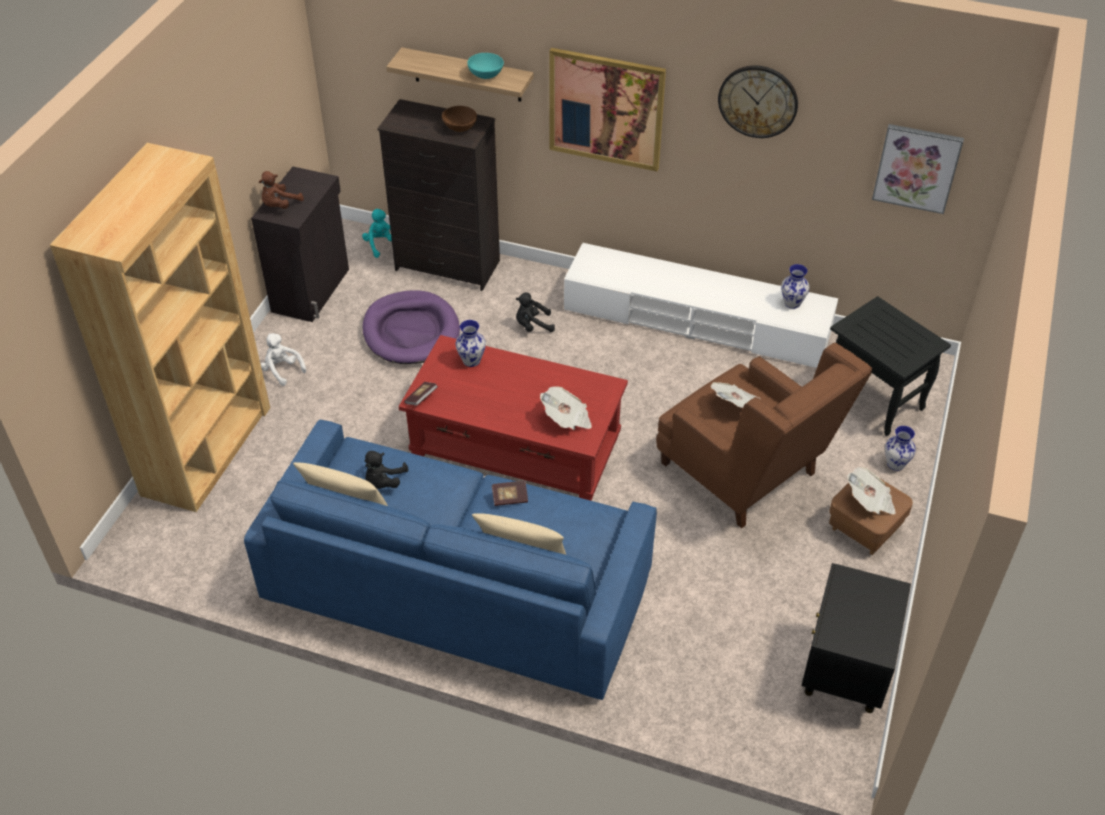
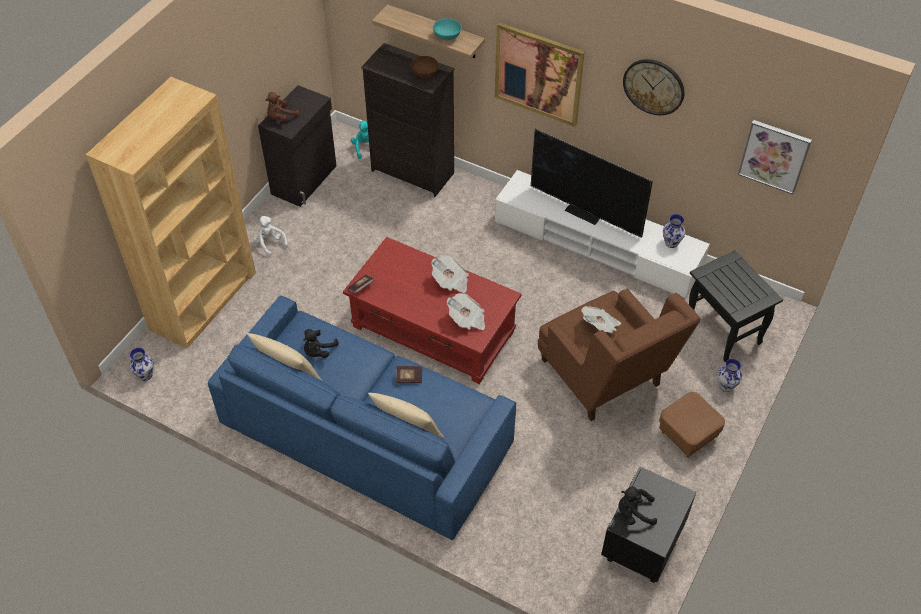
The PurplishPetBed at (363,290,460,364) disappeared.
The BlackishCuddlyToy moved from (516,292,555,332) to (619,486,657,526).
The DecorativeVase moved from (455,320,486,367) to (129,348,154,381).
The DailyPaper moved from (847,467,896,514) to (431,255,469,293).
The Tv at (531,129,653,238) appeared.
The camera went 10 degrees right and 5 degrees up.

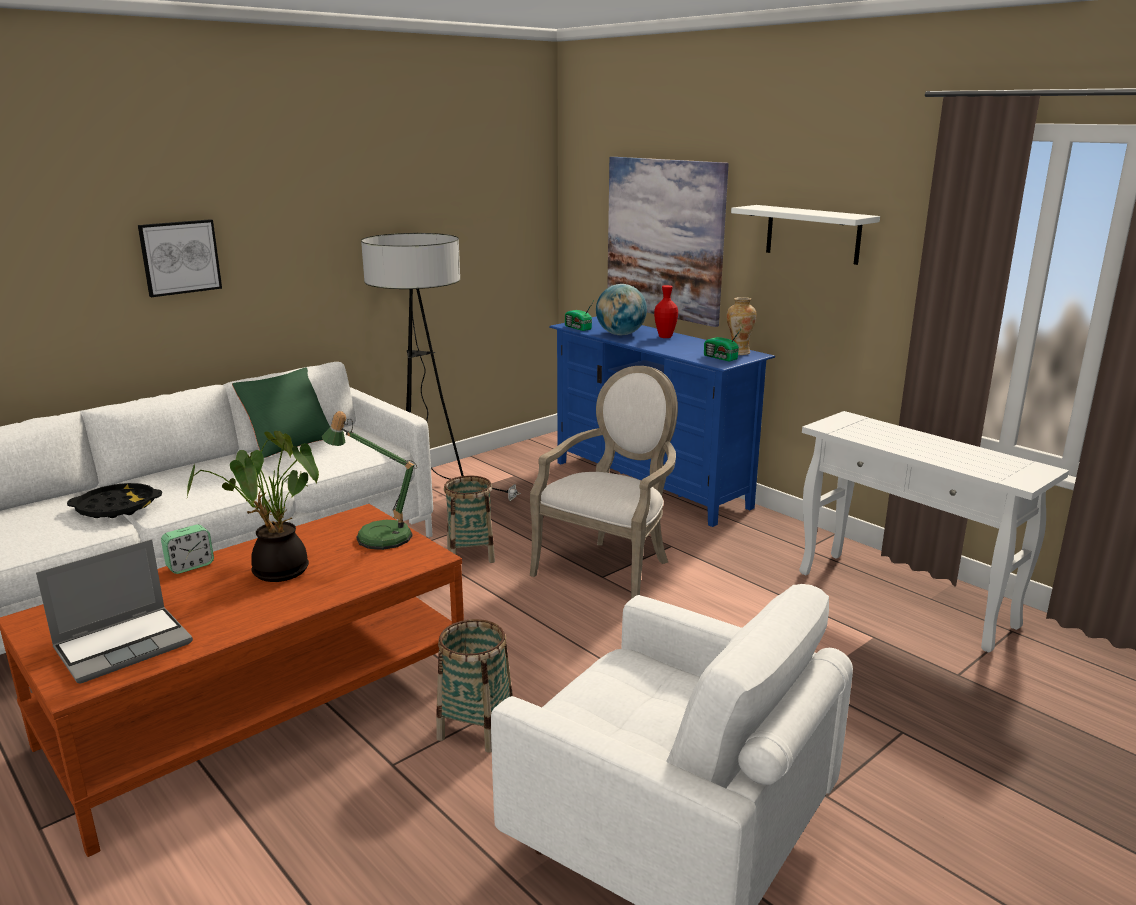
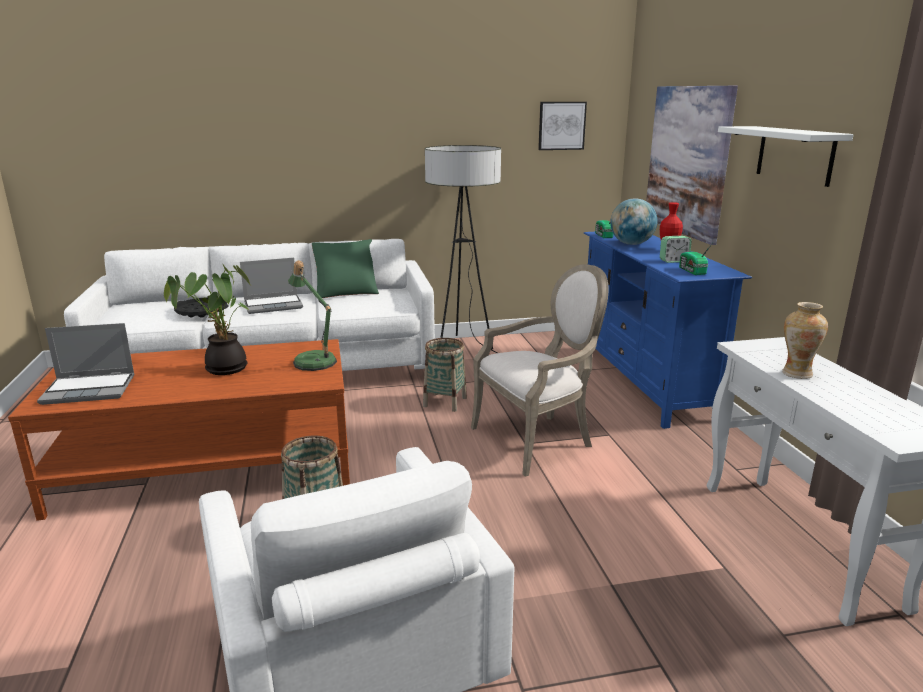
The Picture moved from (138,219,222,297) to (538,102,587,150).
The DecorativeVase moved from (727,297,757,355) to (782,302,828,379).
The BedsideClock moved from (161,524,214,574) to (660,236,692,263).
The PortableComputer at (240,258,303,314) appeared.
The camera went 30 degrees right and 0 degrees up.

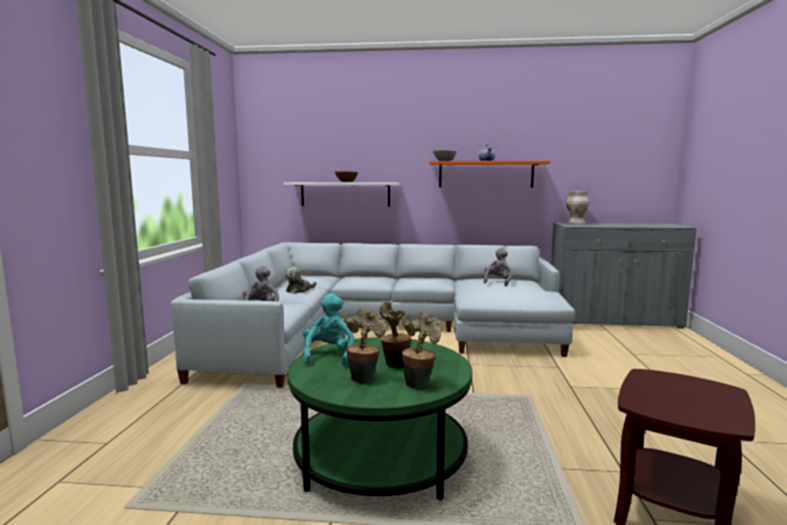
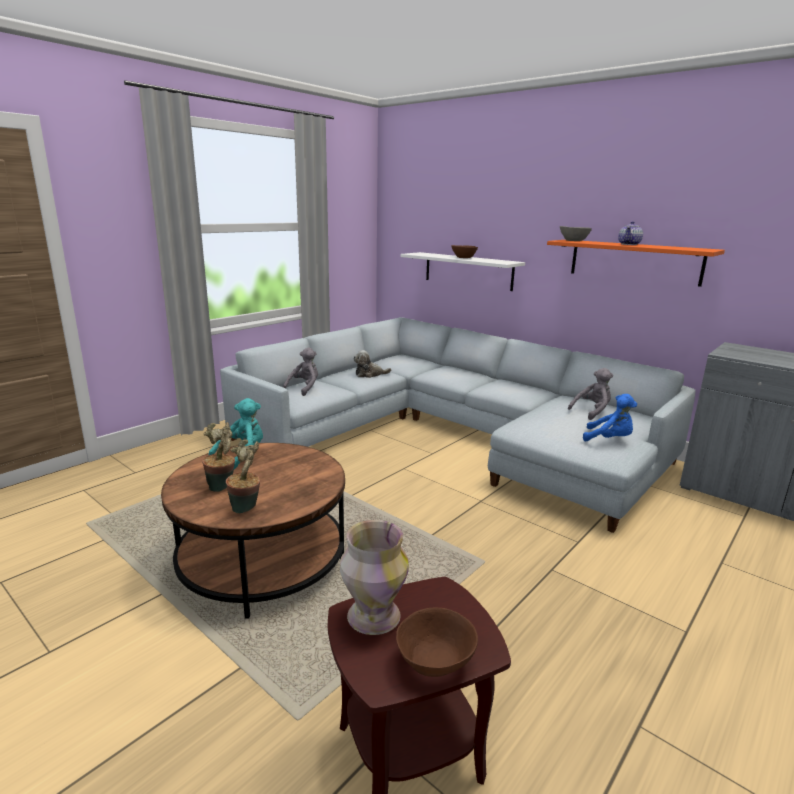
The DecorativeVase moved from (566,191,590,224) to (340,520,409,635).
The Houseplant at (379,302,411,369) disappeared.
The GreenColouredLoungeTable at (288,337,472,501) became the BrownishLoungeTable at (161,443,345,619).
The BlueColouredCuddlyToy at (583,394,637,441) appeared.
The BrownishServingBowl at (396,608,478,677) appeared.
The camera went 35 degrees right and 10 degrees up.

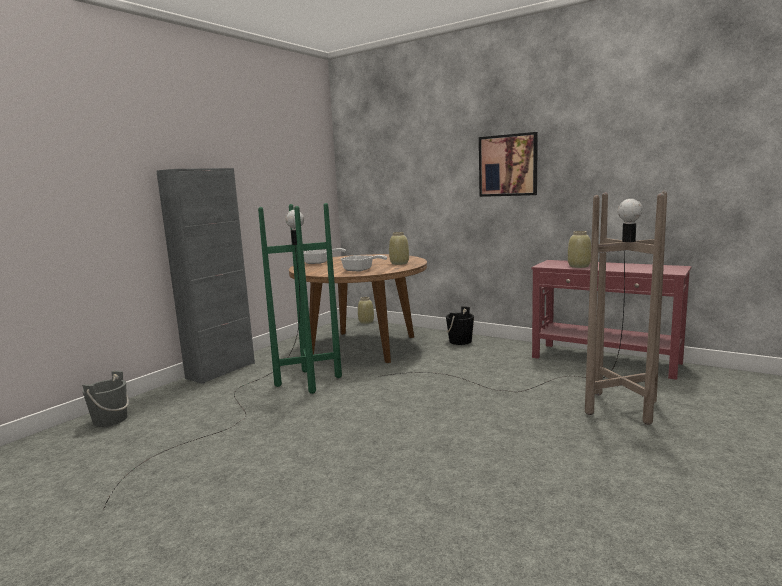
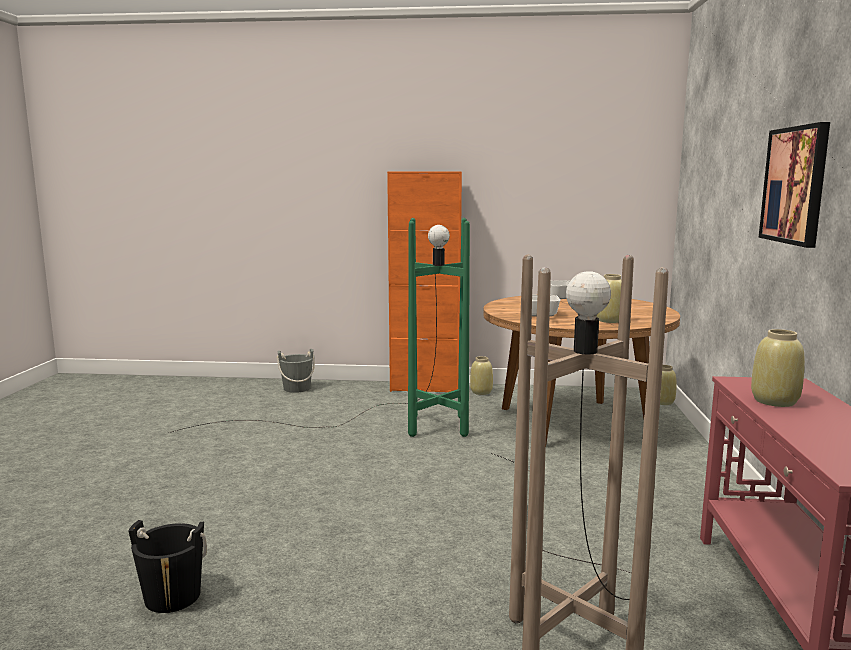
The GrayCupboard at (156,168,255,384) became the OrangeCupboard at (387,171,462,392).
The BlackishBucket moved from (446,306,474,345) to (128,520,207,613).
The BeigeDecorativeVase at (470,356,493,395) appeared.
The camera went 60 degrees right and 0 degrees up.

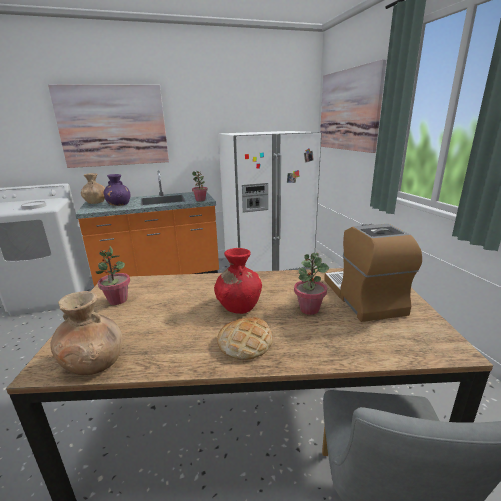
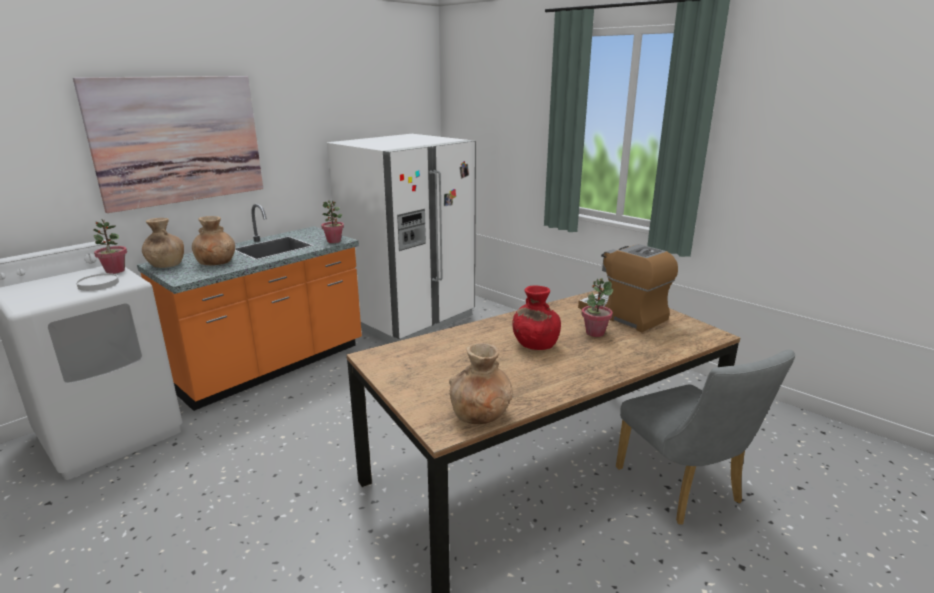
The Picture at (320,59,387,153) disappeared.
The PurplishDecorativeVase at (104,174,130,206) became the BrownishDecorativeVase at (192,216,235,265).
The Houseplant moved from (96,246,130,305) to (93,220,127,274).
The Bread at (217,317,273,360) disappeared.
The camera went 30 degrees left and 0 degrees up.

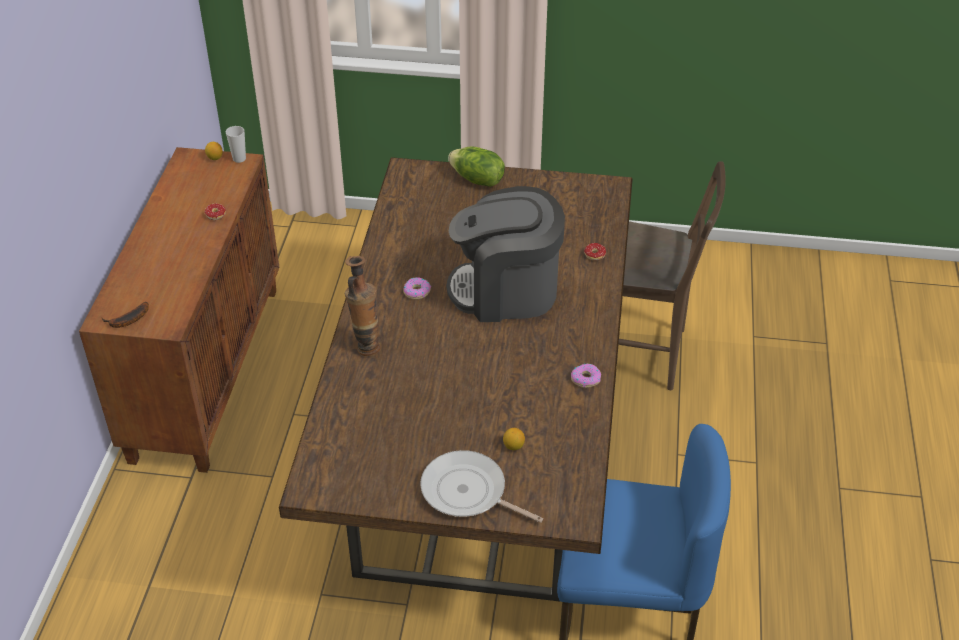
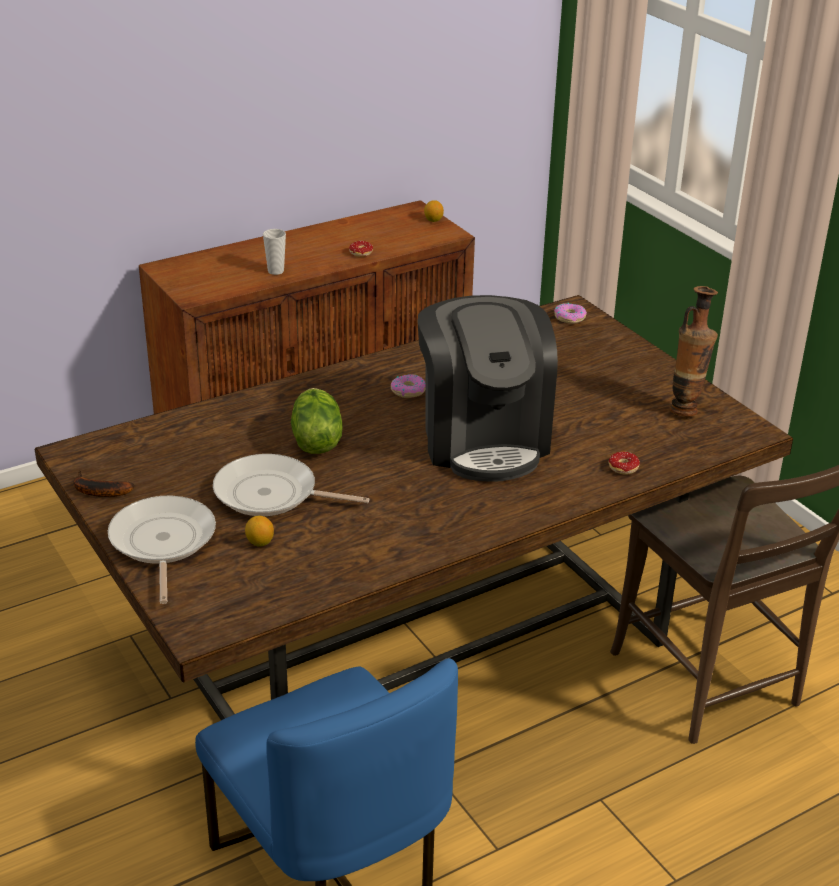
The SmallCup moved from (226,126,246,163) to (263,229,286,275).
The Lettuce moved from (448,147,505,187) to (291,388,343,454).
The CoffeeBrewer at (447,186,565,322) turned 150 degrees counterclockwise.
The DecorativeVase moved from (345,256,380,356) to (670,286,718,416).
The WholeBanana moved from (102,302,149,328) to (73,470,134,497).
The Doughnut moved from (571,364,601,388) to (554,303,587,324).
The Pan at (213,454,369,516) appeared.
The camera went 50 degrees right and 10 degrees down.

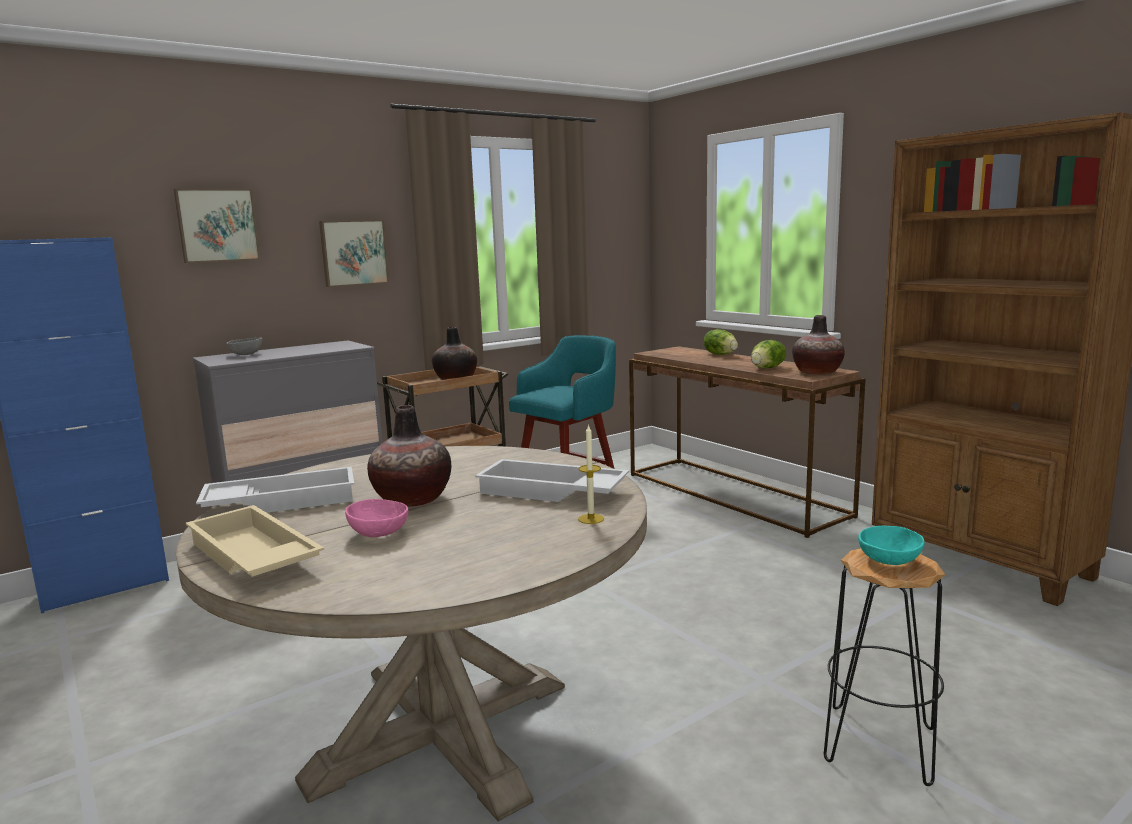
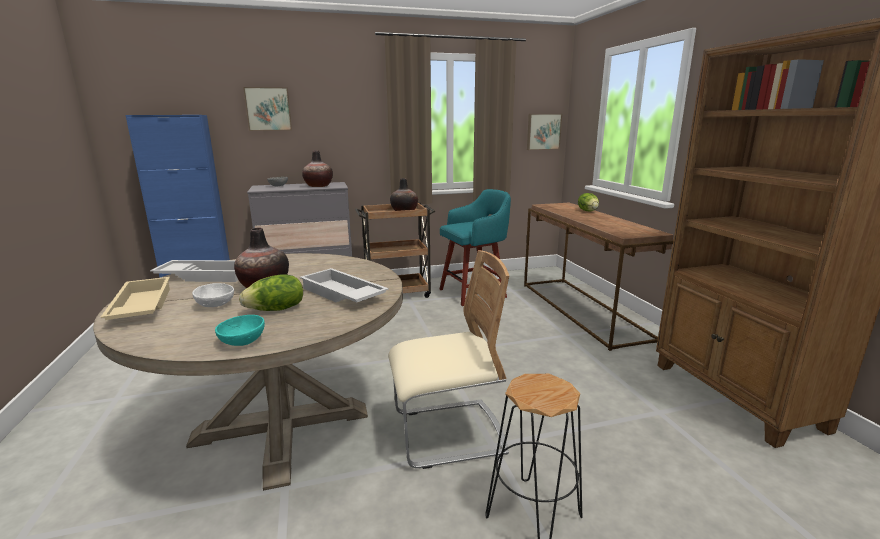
The Picture moved from (319,220,389,287) to (527,114,562,150).
The DecorativeVase moved from (792,315,845,375) to (302,150,333,187).
The Lettuce moved from (751,340,786,369) to (239,275,303,311).
The Candle at (578,424,604,524) disappeared.
The PinkServingBowl at (345,499,408,537) became the WhitishServingBowl at (192,283,234,307).
The TurquoiseServingBowl moved from (858,526,925,565) to (215,315,265,346).
The BeigeUprightChair at (388,250,509,469) appeared.
The camera went 20 degrees right and 5 degrees up.

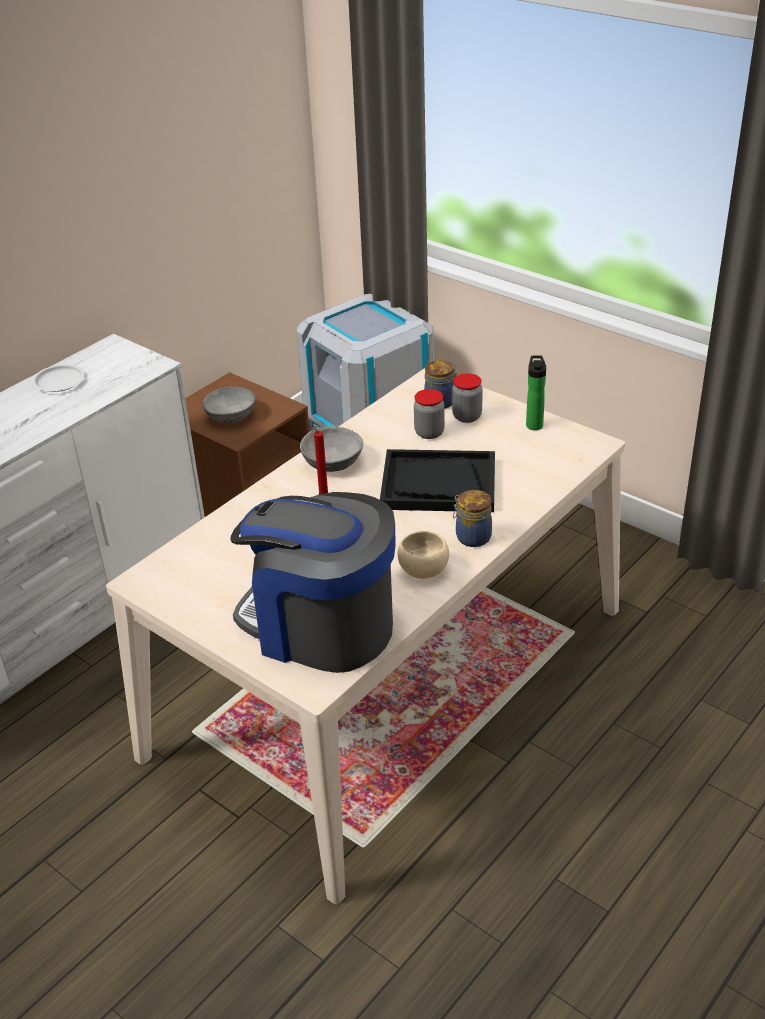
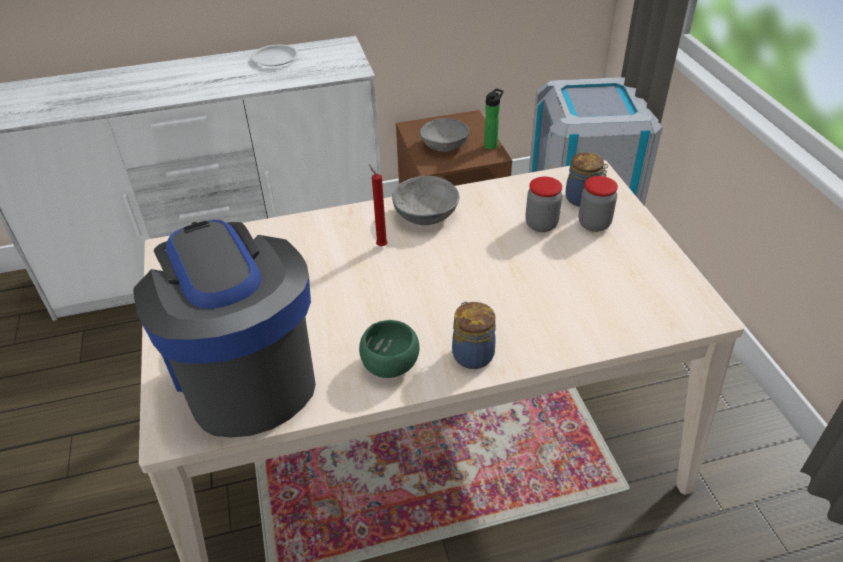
The DrinkBottle moved from (526,356,546,430) to (484,88,504,149).
The BlackishCarryingTray at (380,449,495,512) disappeared.
The BeigeServingBowl at (397,531,449,579) became the GreenColouredServingBowl at (359,320,420,378).
The camera went 35 degrees right and 5 degrees up.

